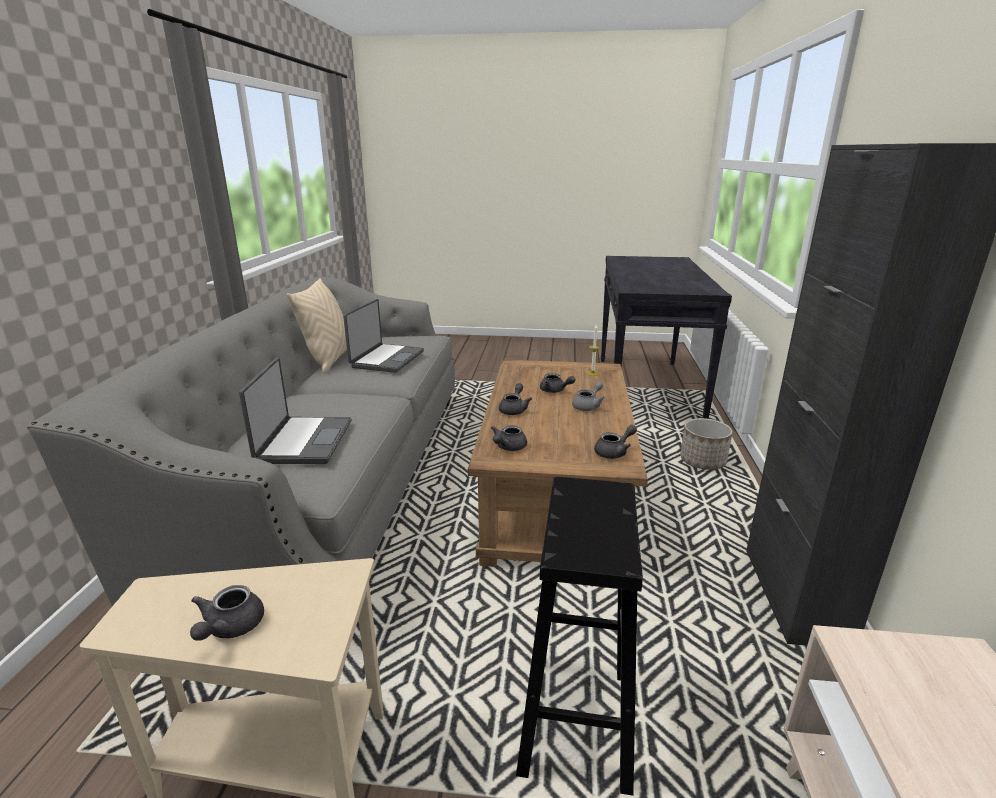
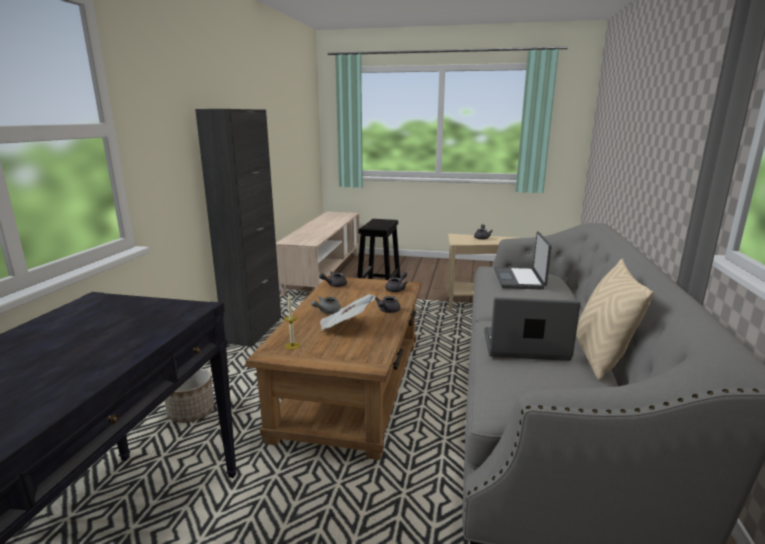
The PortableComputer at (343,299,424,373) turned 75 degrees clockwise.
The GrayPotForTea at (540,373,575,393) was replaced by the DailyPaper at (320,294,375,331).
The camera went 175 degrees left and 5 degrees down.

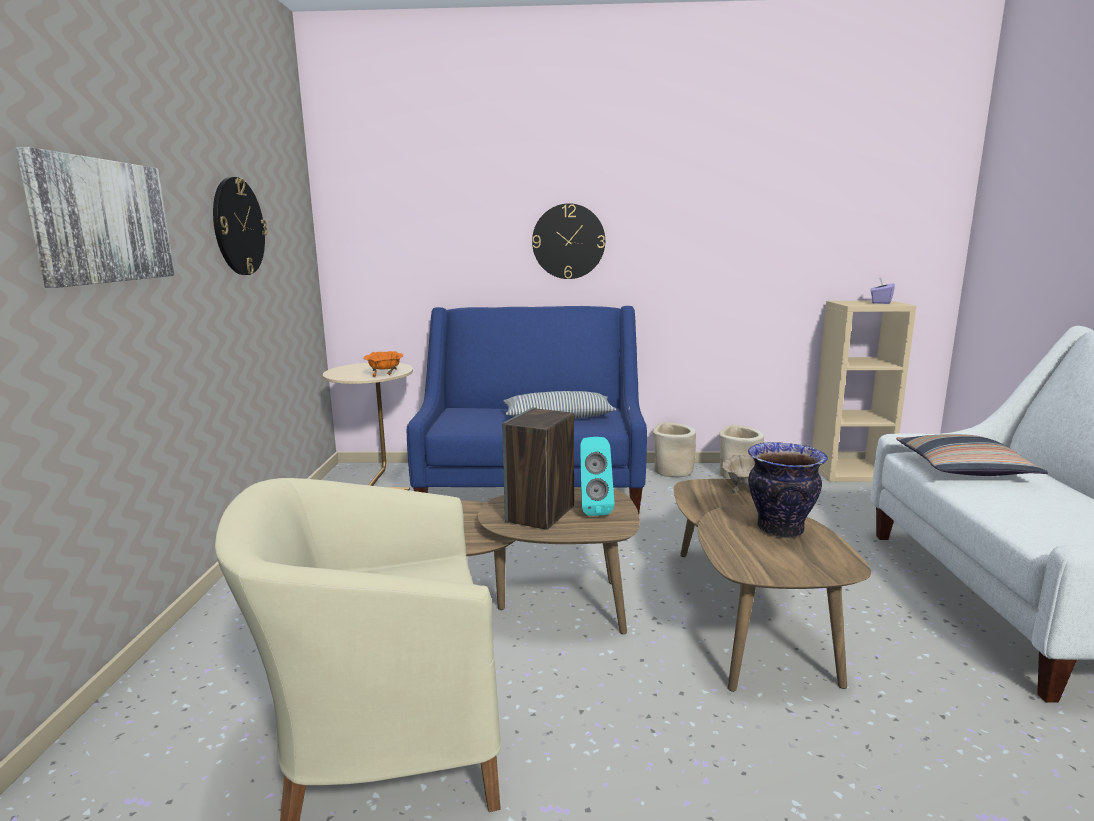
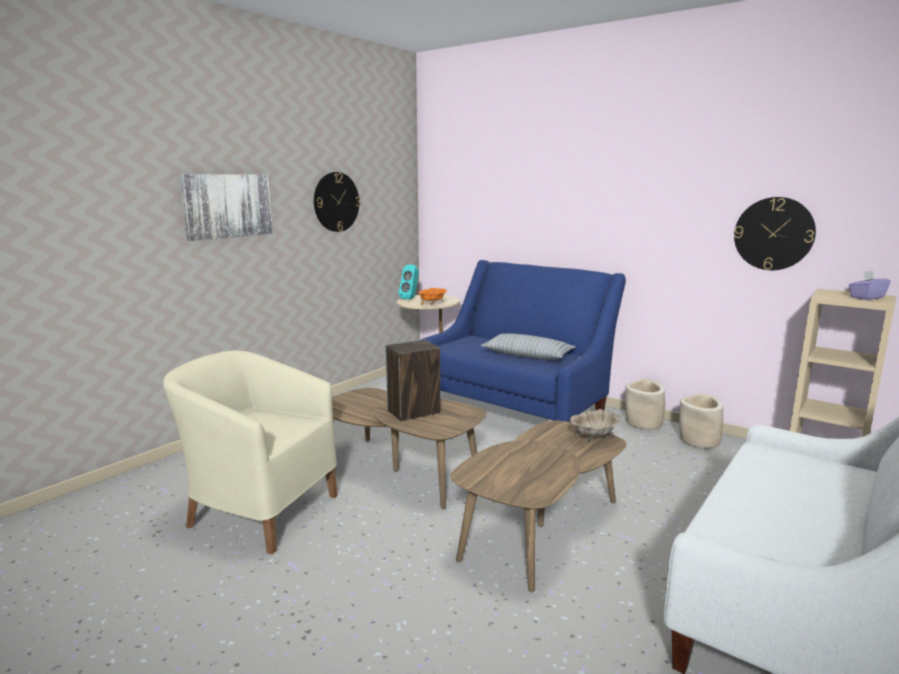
The WallClock moved from (532,203,605,279) to (734,197,816,270).
The Pillow at (896,434,1048,476) disappeared.
The TurquoiseLoudspeaker moved from (580,437,614,516) to (399,265,419,300).
The DecorativeVase at (748,442,828,538) disappeared.
The camera went 35 degrees right and 0 degrees up.

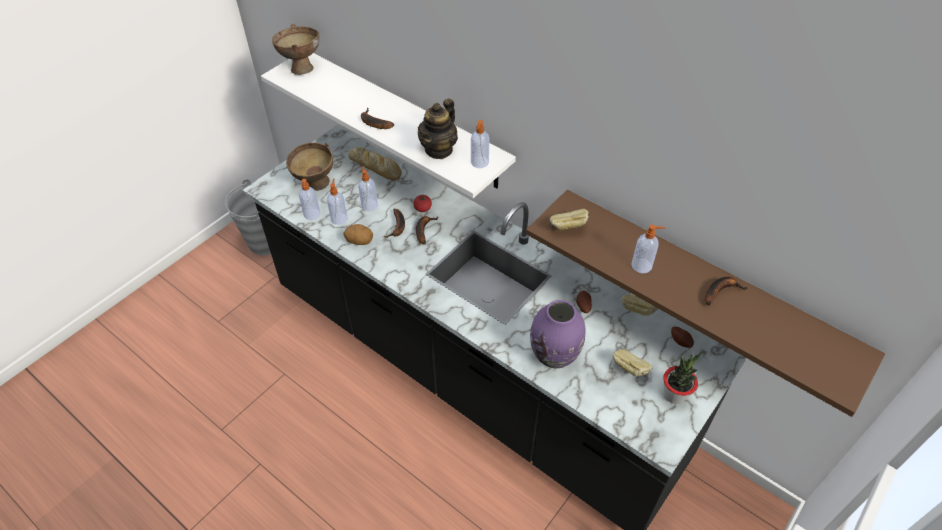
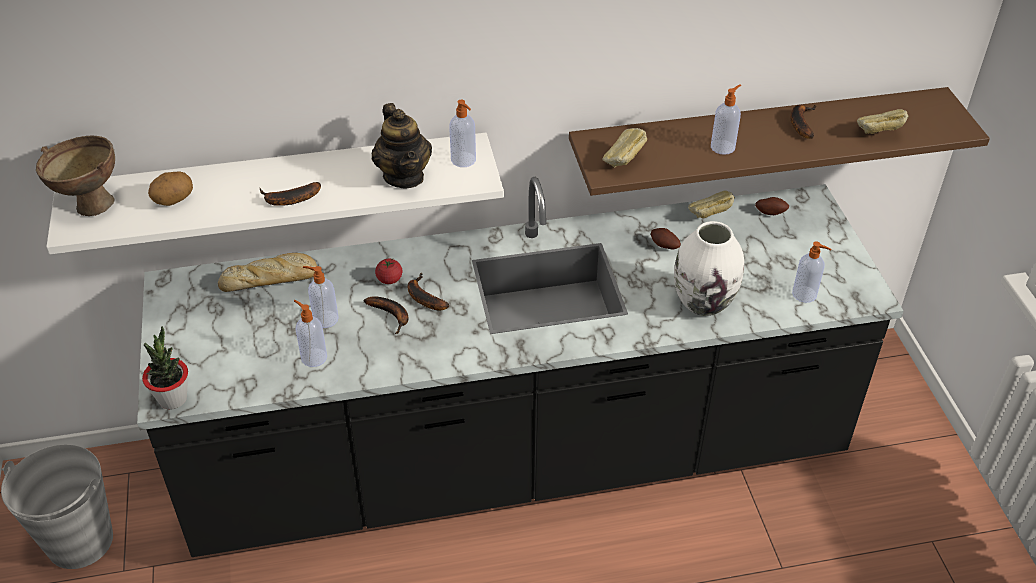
The BrownishServingBowl at (286,142,333,191) disappeared.
The SoapDispenser moved from (299,179,320,220) to (792,241,831,303).
The WholePotato moved from (344,224,373,245) to (148,171,193,206).
The PurplishDecorativeVase at (530,300,586,368) became the WhitishDecorativeVase at (674,221,744,316).
The Bread moved from (613,349,652,377) to (857,109,909,134).
The Houseplant moved from (663,352,701,404) to (142,326,188,409).
The camera went 50 degrees left and 5 degrees down.

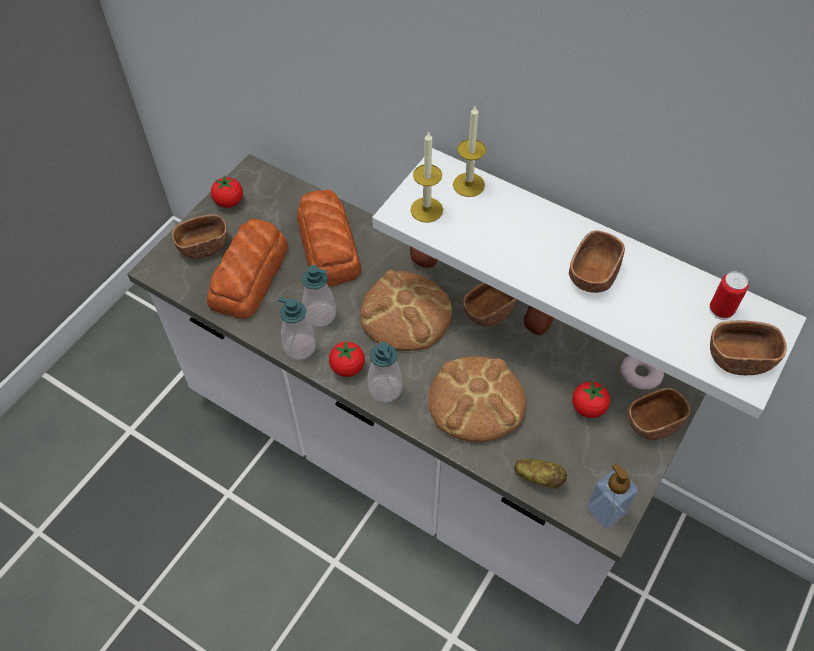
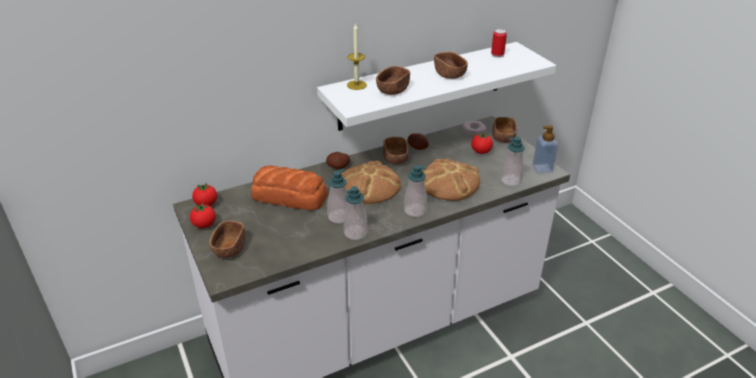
The Candle at (410,131,443,223) disappeared.
The Bread at (207,218,288,318) disappeared.
The BrownishServingBowl moved from (710,321,787,375) to (376,66,410,95).
The FreshTomato moved from (329,341,365,377) to (192,182,217,206).
The WholePotato at (514,459,567,489) was replaced by the SoapDispenser at (501,136,525,186).
The camera went 60 degrees left and 20 degrees down.

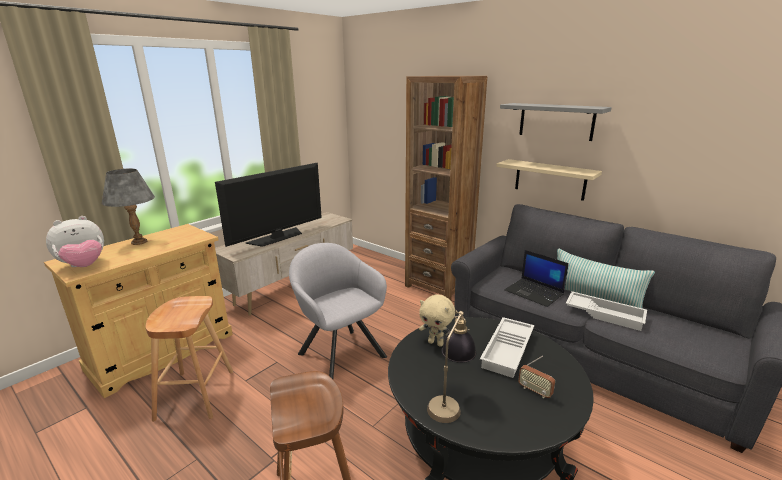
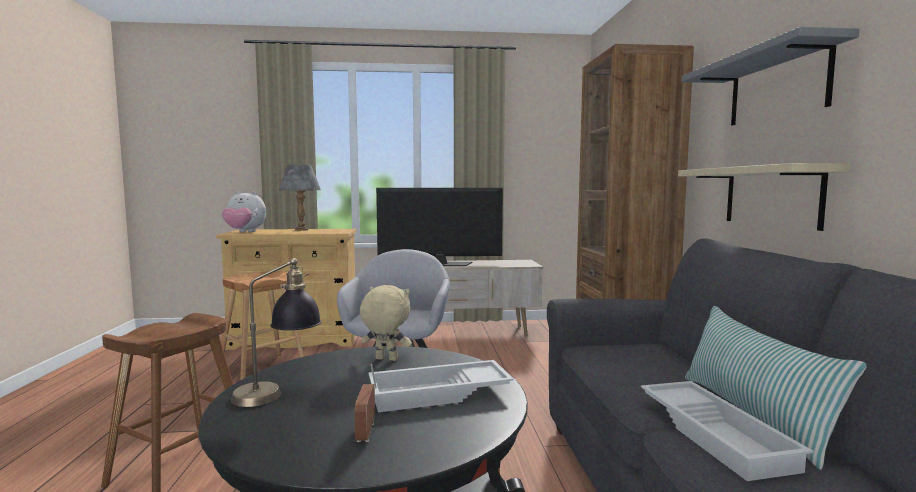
The PortableComputer at (504,250,569,307) disappeared.
The BeigeCuddlyToy at (419,295,455,347) turned 120 degrees clockwise.
The camera went 45 degrees right and 15 degrees down.

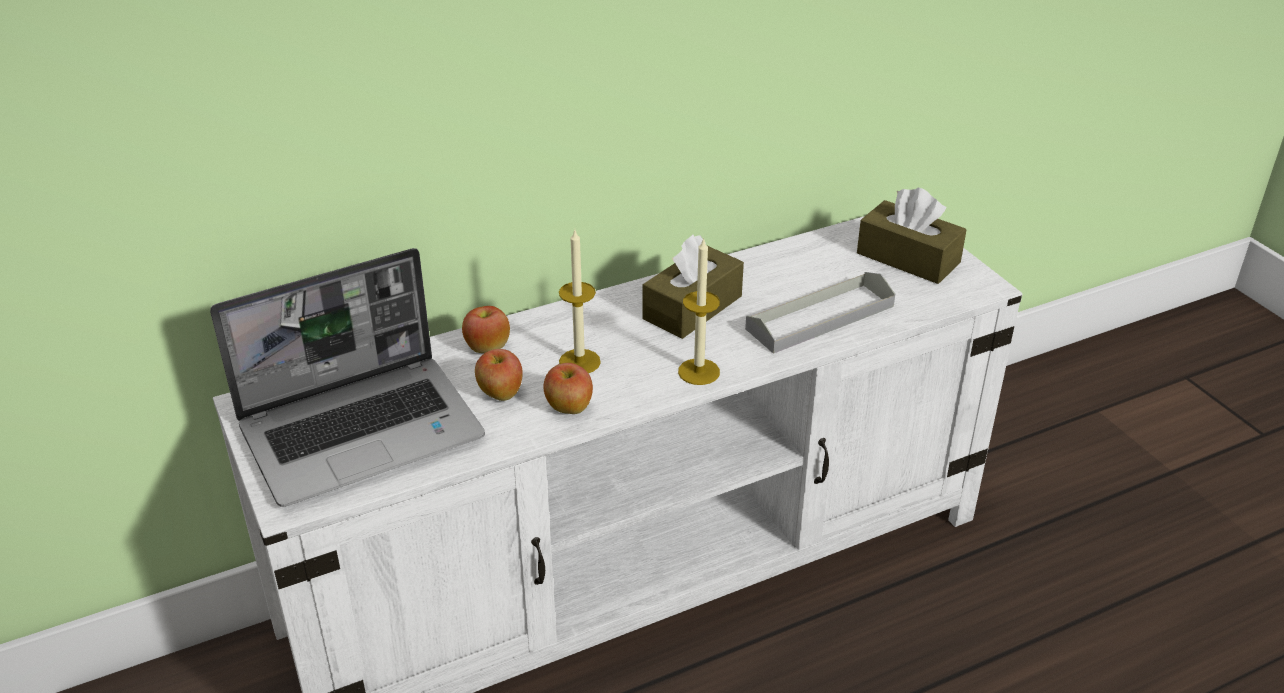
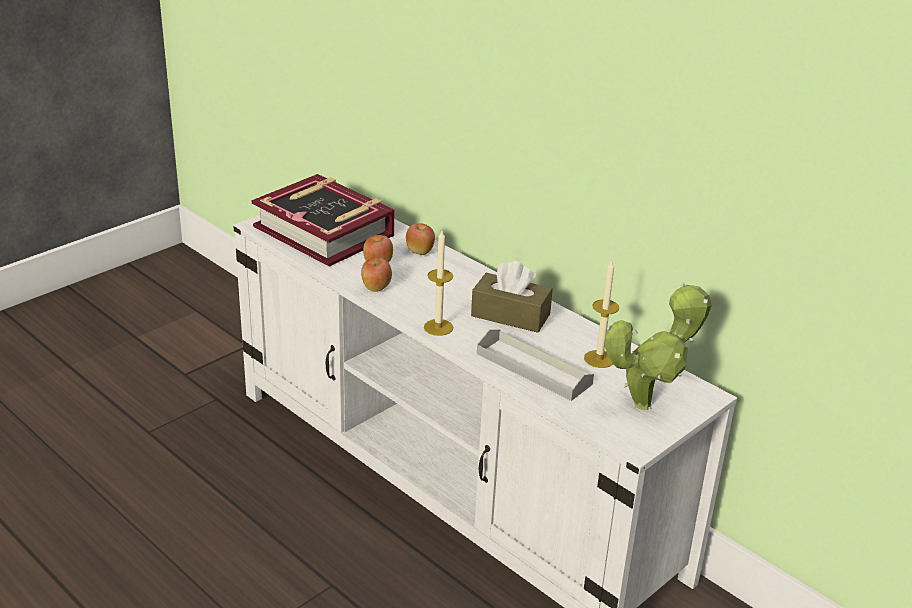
The BrownishTissueBox at (857,187,966,284) was replaced by the Houseplant at (605,283,712,410).
The Candle moved from (559,230,601,373) to (584,260,619,368).
The PortableComputer at (210,248,485,507) was replaced by the Book at (252,174,394,267).
The camera went 70 degrees right and 5 degrees down.

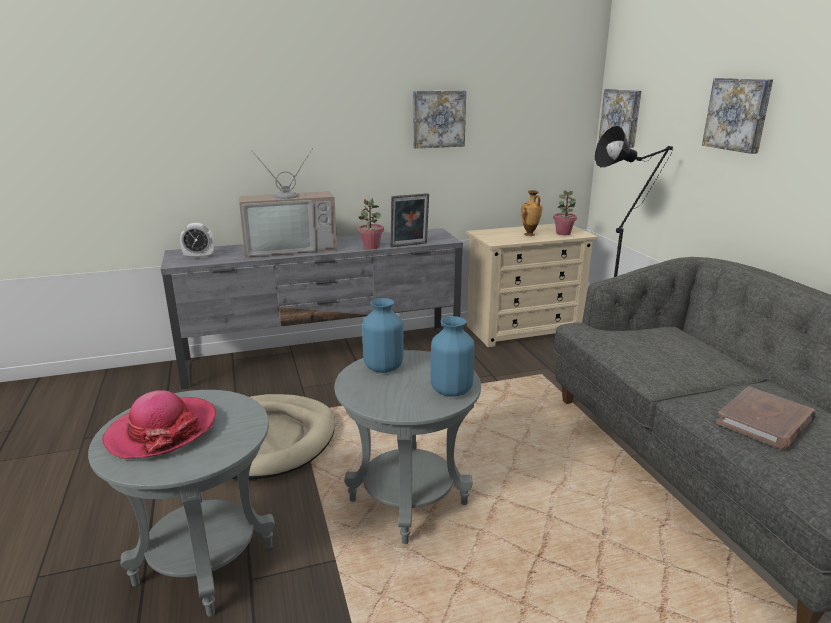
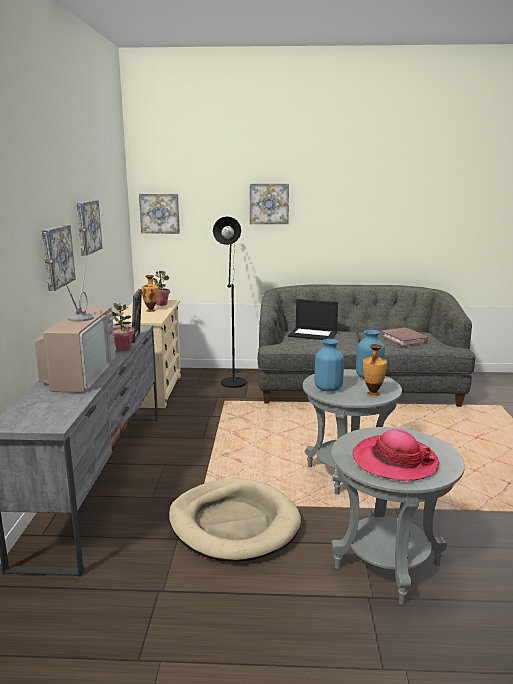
The BedsideClock at (180,223,214,259) disappeared.
The Picture at (42,225,76,291) appeared.
The PortableComputer at (288,299,338,340) appeared.
The DecorativeVase at (363,344,387,396) appeared.
The camera went 70 degrees left and 5 degrees down.

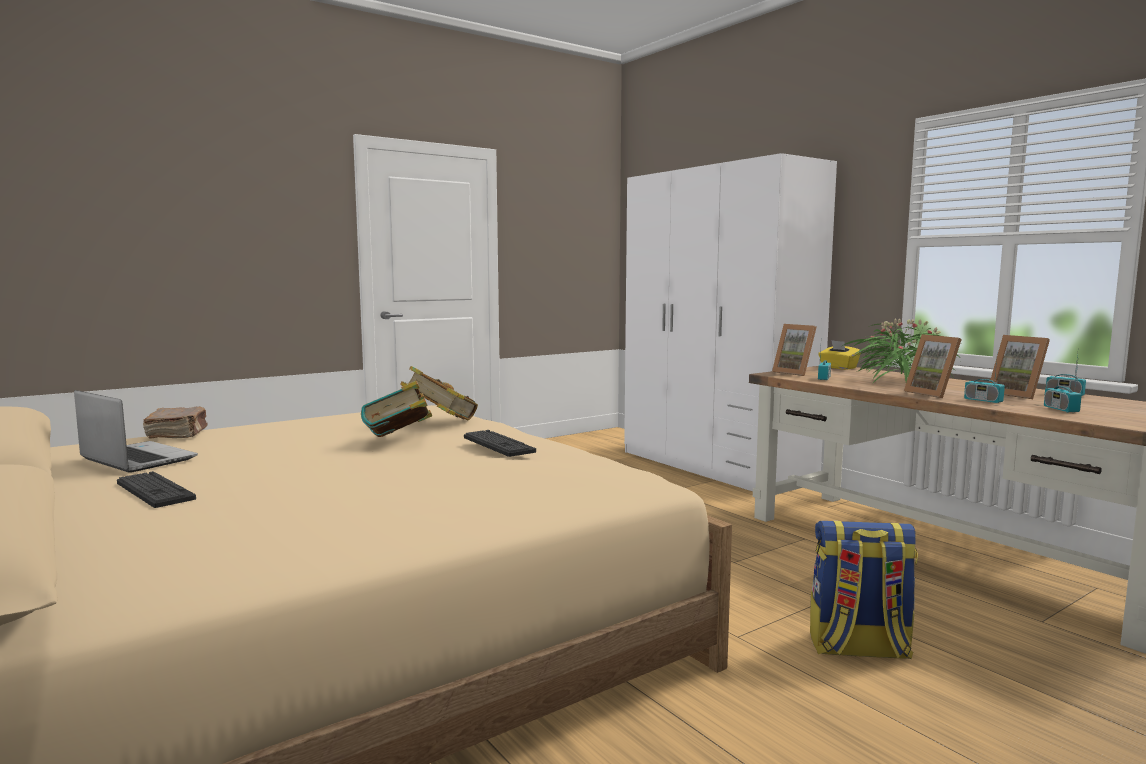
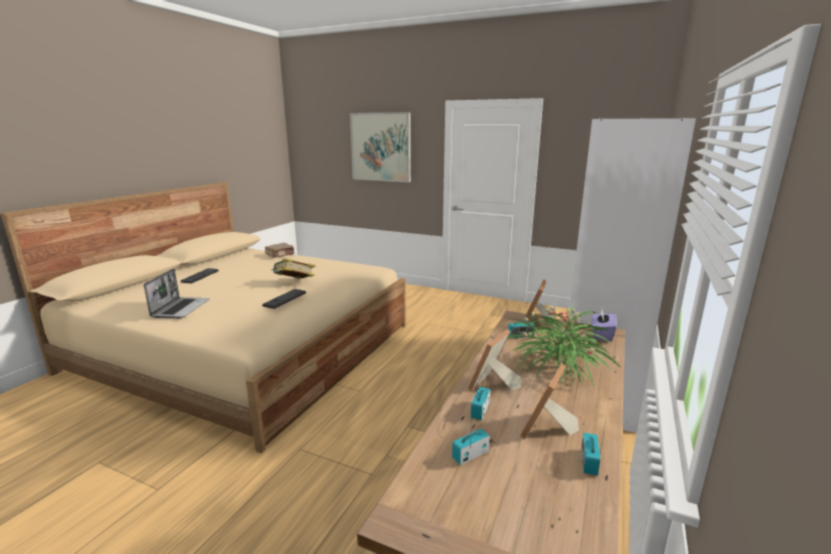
The YellowishTissueBox at (818,340,861,370) became the PurplishTissueBox at (591,310,617,342).
The Book at (400,366,478,420) disappeared.
The PortableComputer moved from (74,390,198,473) to (144,268,210,318).
The Backpack at (810,521,918,659) disappeared.
The Picture at (350,112,411,182) appeared.
The camera went 60 degrees right and 10 degrees up.

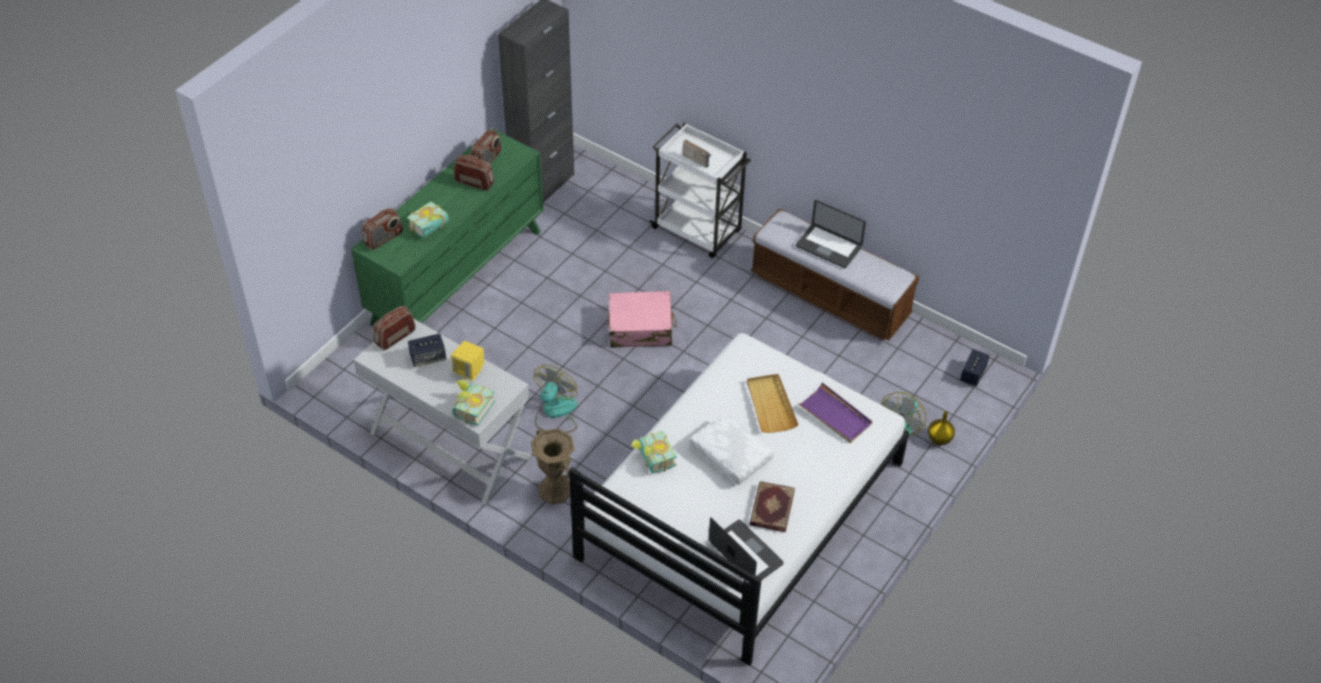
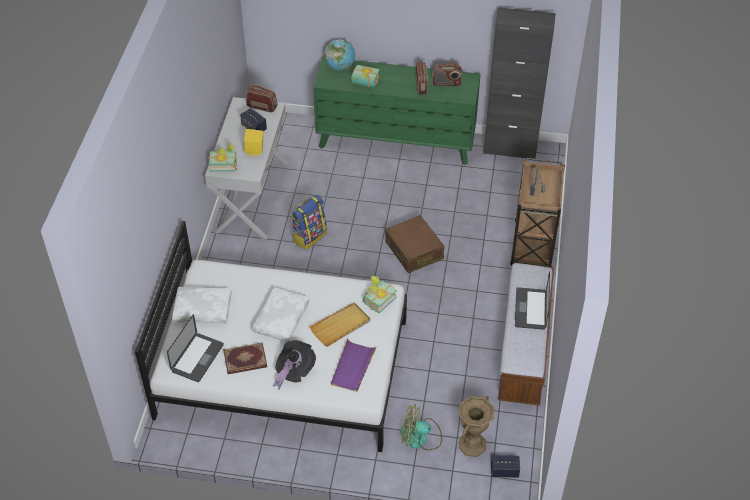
The WhitishTrolley at (649,122,751,258) became the BrownishTrolley at (510,158,565,267).
The Radio at (362,208,403,250) was replaced by the WorldGlobe at (324,39,355,70).
The PinkSuitcase at (608,291,677,348) became the BrownishSuitcase at (385,215,444,273).
The CoolingFan at (534,365,578,433) was replaced by the Backpack at (291,195,327,250).
The YellowishDecorativeVase at (928,411,955,445) disappeared.
The BrownishDecorativeVase moved from (531,428,575,504) to (458,396,494,457).
The Book moved from (631,431,677,473) to (363,276,397,313).
The WhitishPillow at (172,287,232,324) appeared.
The BlackishHat at (273,340,316,390) appeared.
The camera went 65 degrees right and 0 degrees up.

